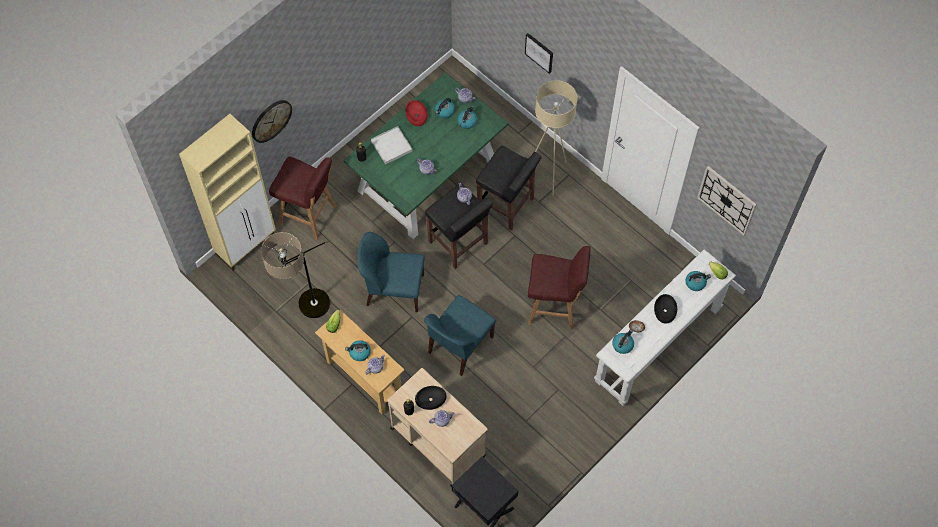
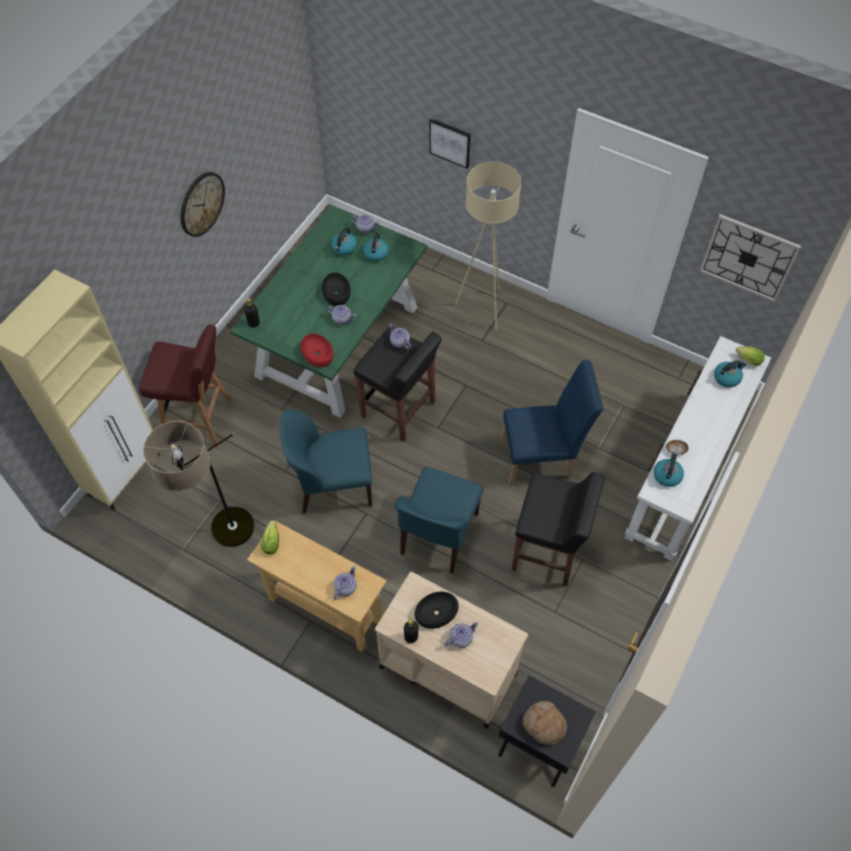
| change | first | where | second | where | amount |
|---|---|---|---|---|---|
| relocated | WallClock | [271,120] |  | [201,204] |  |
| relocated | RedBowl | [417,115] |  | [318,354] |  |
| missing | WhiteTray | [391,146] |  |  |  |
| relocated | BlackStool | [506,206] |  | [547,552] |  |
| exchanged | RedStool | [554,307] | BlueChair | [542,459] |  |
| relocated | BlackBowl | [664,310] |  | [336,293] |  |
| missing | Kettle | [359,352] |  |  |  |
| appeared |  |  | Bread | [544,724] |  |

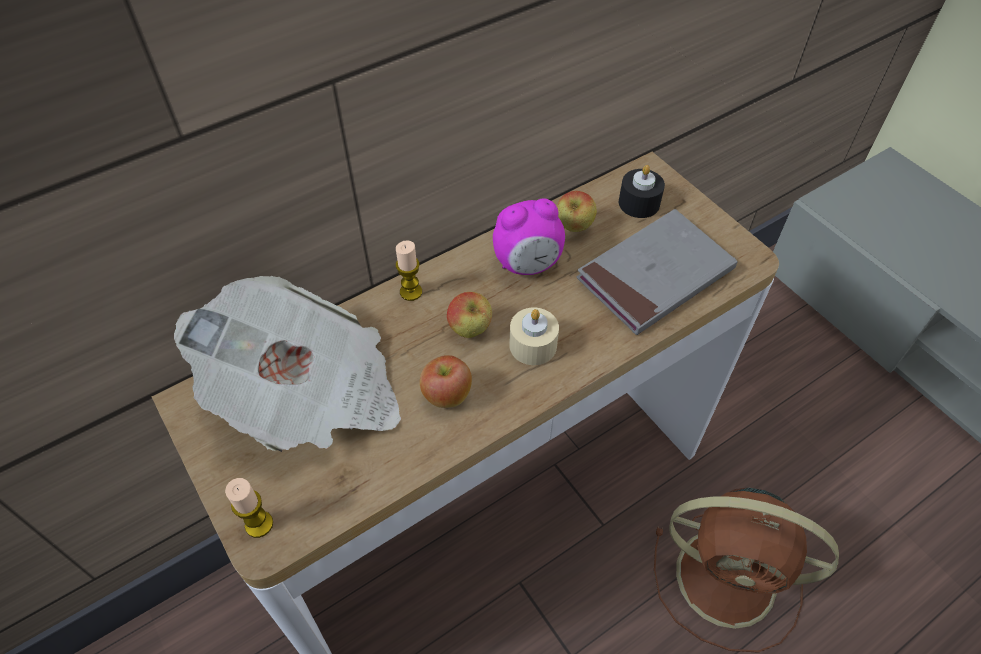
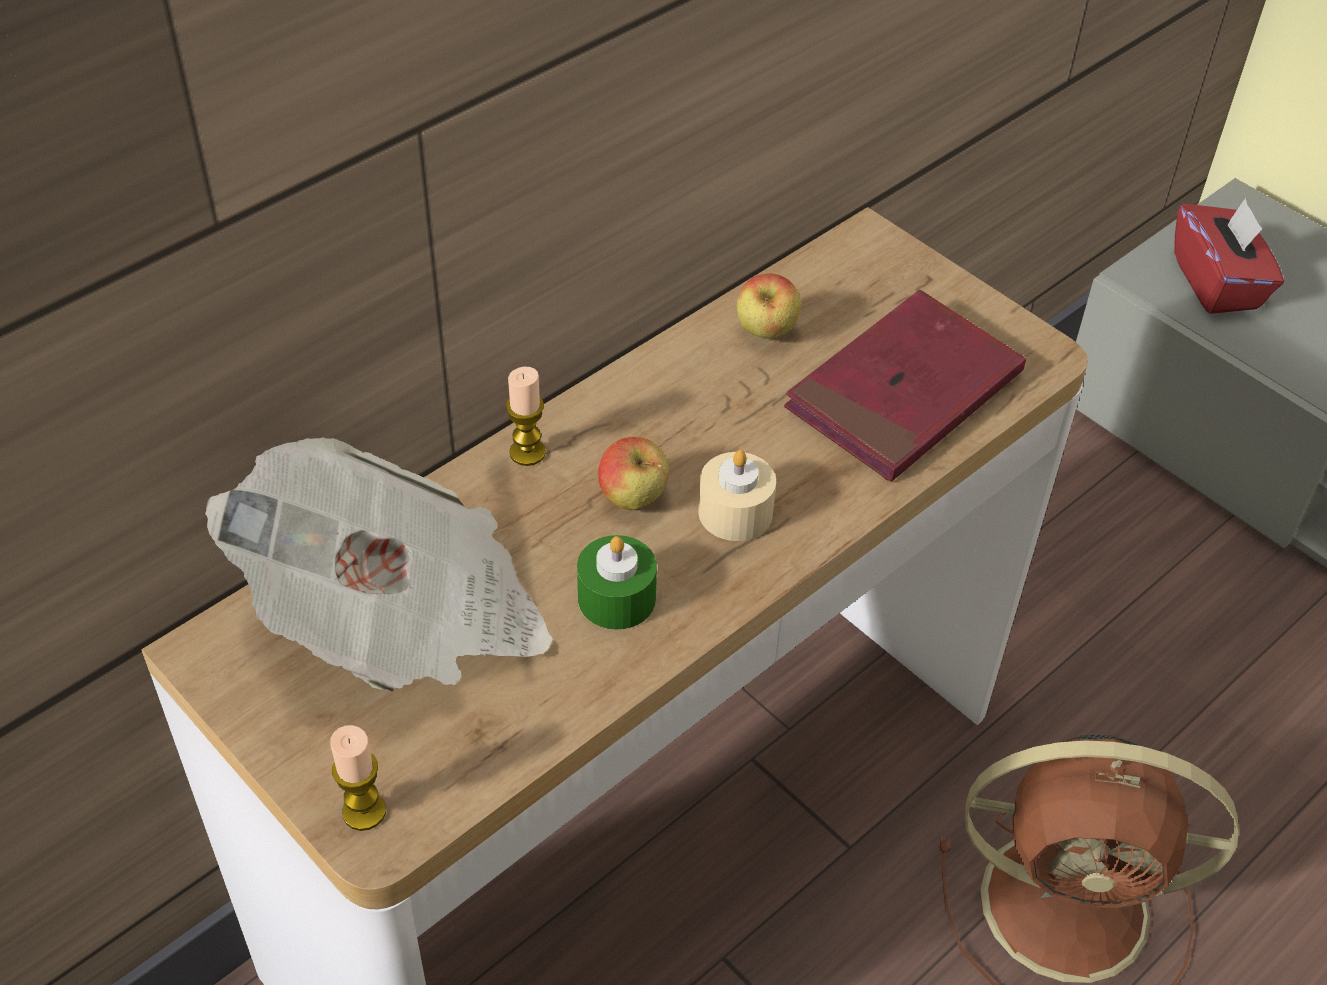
| change | first | where | second | where | amount |
|---|---|---|---|---|---|
| missing | BlackCandle | [639,203] |  |  |  |
| missing | AlarmClock | [527,264] |  |  |  |
| colour | GreyBook | [655,275] | RedBook | [904,393] |  |
| exchanged | Apple | [447,395] | GreenCandle | [616,598] |  |
| appeared |  |  | RedTissueBox | [1217,283] |  |

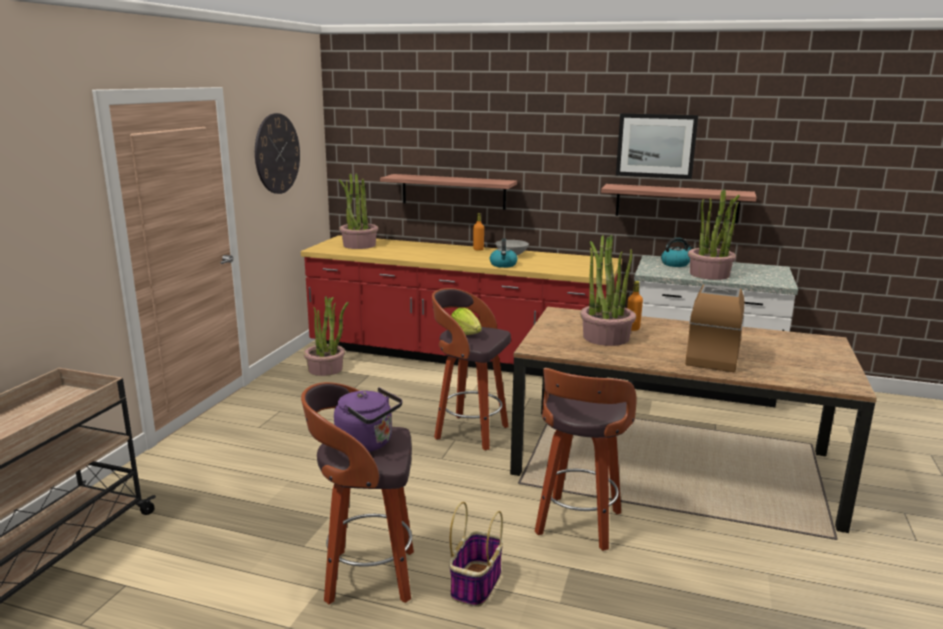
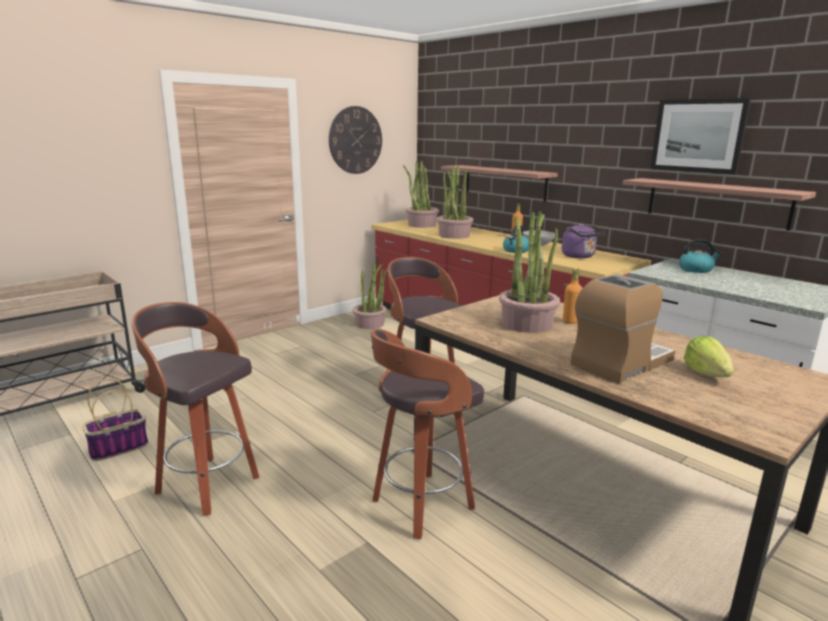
| change | first | where | second | where | amount |
|---|---|---|---|---|---|
| relocated | PottedPlant | [709,274] |  | [454,235] |  |
| relocated | Lettuce | [466,333] |  | [706,373] |  |
| relocated | PurpleKettle | [368,443] |  | [580,256] |  |
| relocated | Basket | [476,583] |  | [119,447] |  |

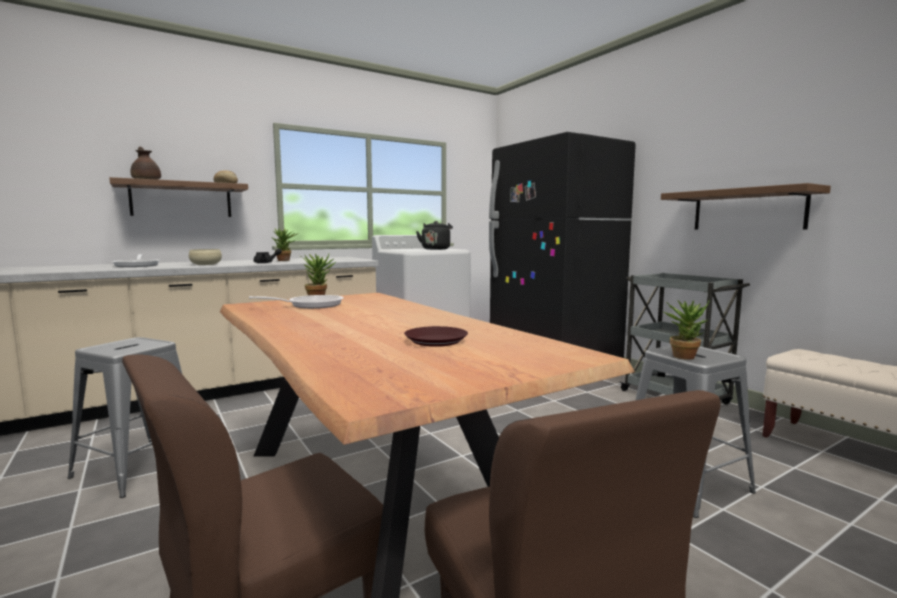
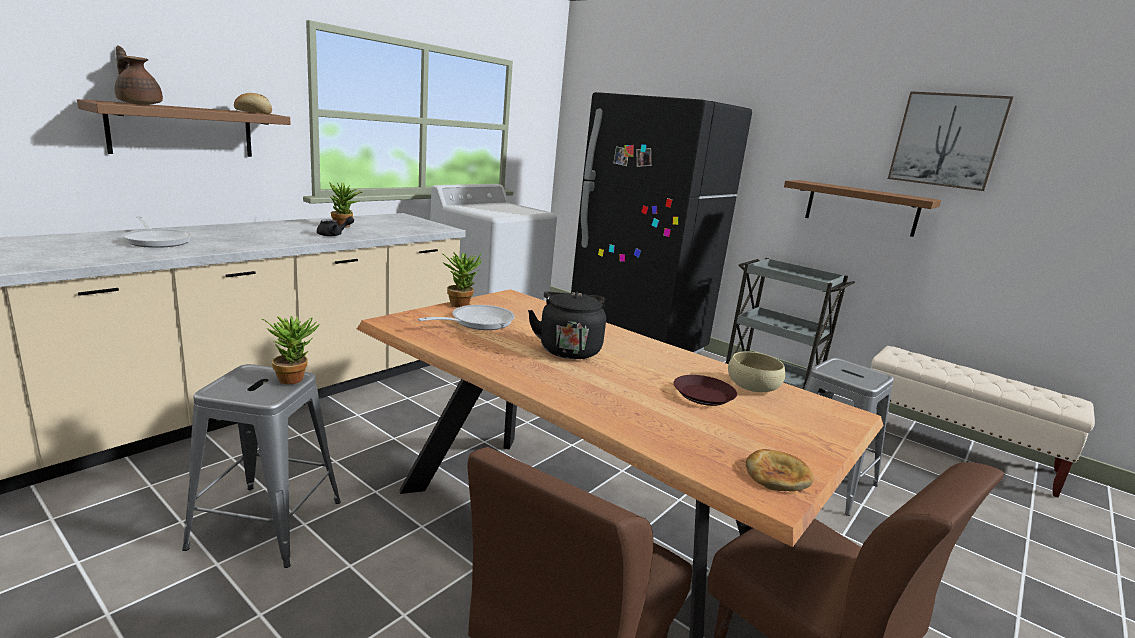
| change | first | where | second | where | amount |
|---|---|---|---|---|---|
| relocated | BlackKettle | [436,249] |  | [568,349] |  |
| relocated | BeigeBowl | [206,264] |  | [752,386] |  |
| relocated | PottedPlant | [684,356] |  | [294,378] |  |
| appeared |  |  | Picture | [947,140] |  |
| appeared |  |  | Bread | [777,475] |  |

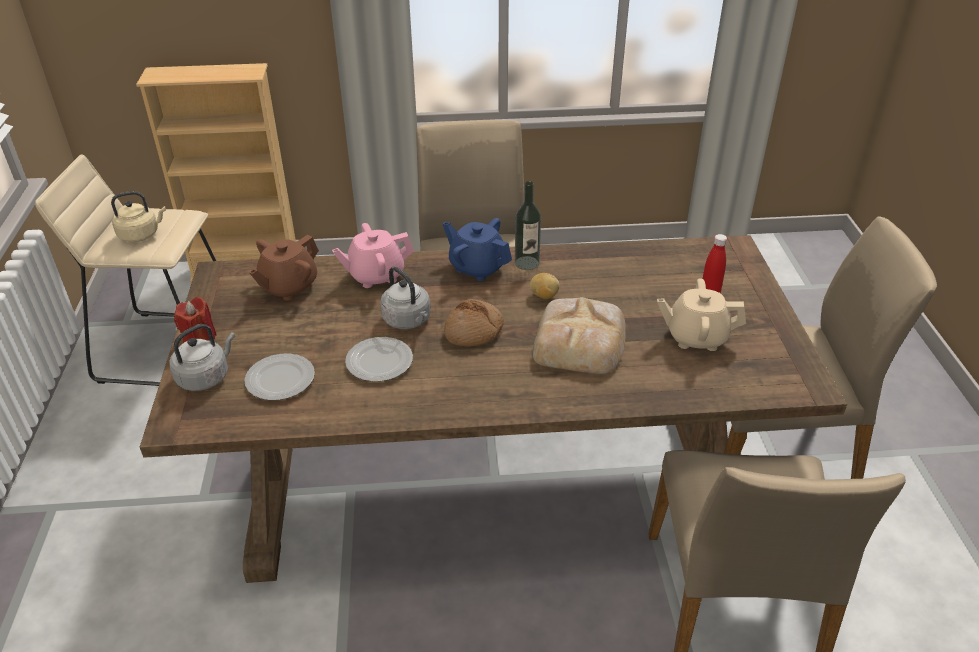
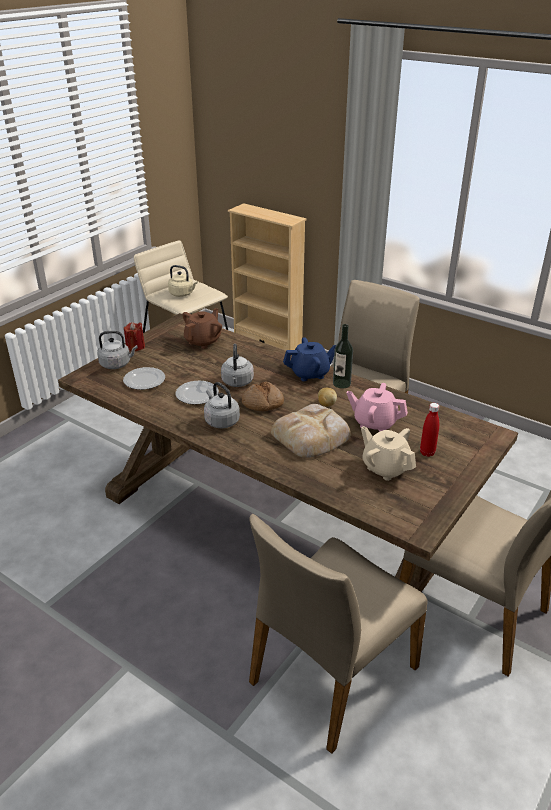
| change | first | where | second | where | amount |
|---|---|---|---|---|---|
| spun | BlueTeapot | [477,267] |  | [310,374] | 90 degrees clockwise |
| relocated | PinkTeapot | [376,275] |  | [374,423] |  |
| spun | BrownTeapot | [288,287] |  | [203,341] | 135 degrees clockwise |
| appeared |  |  | GreyKettle | [221,420] |  |

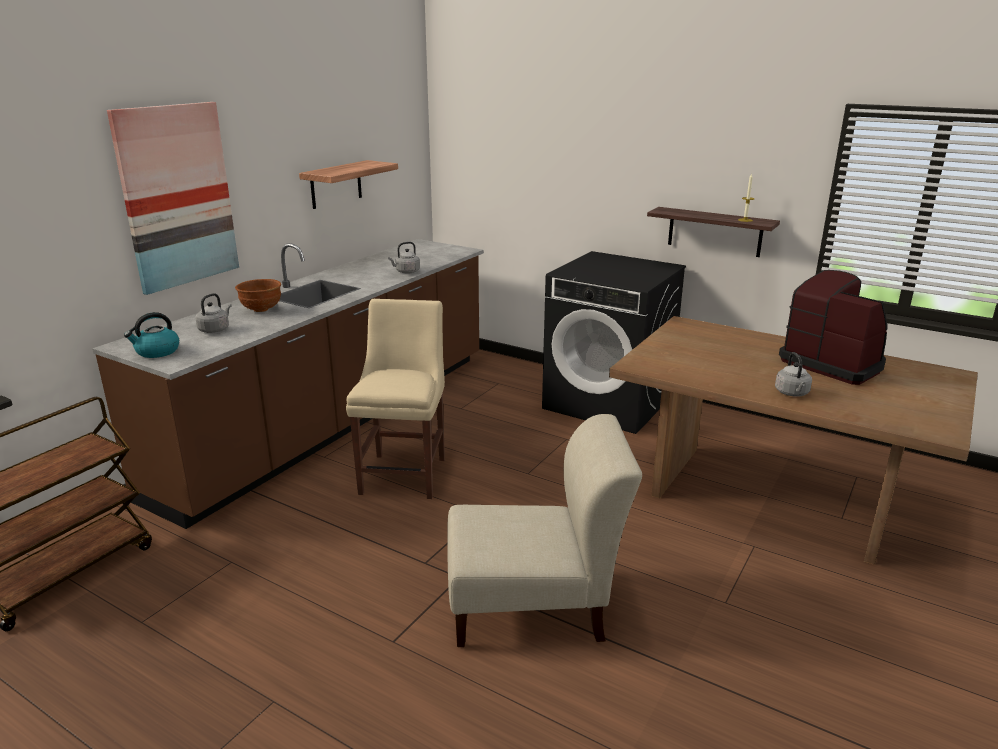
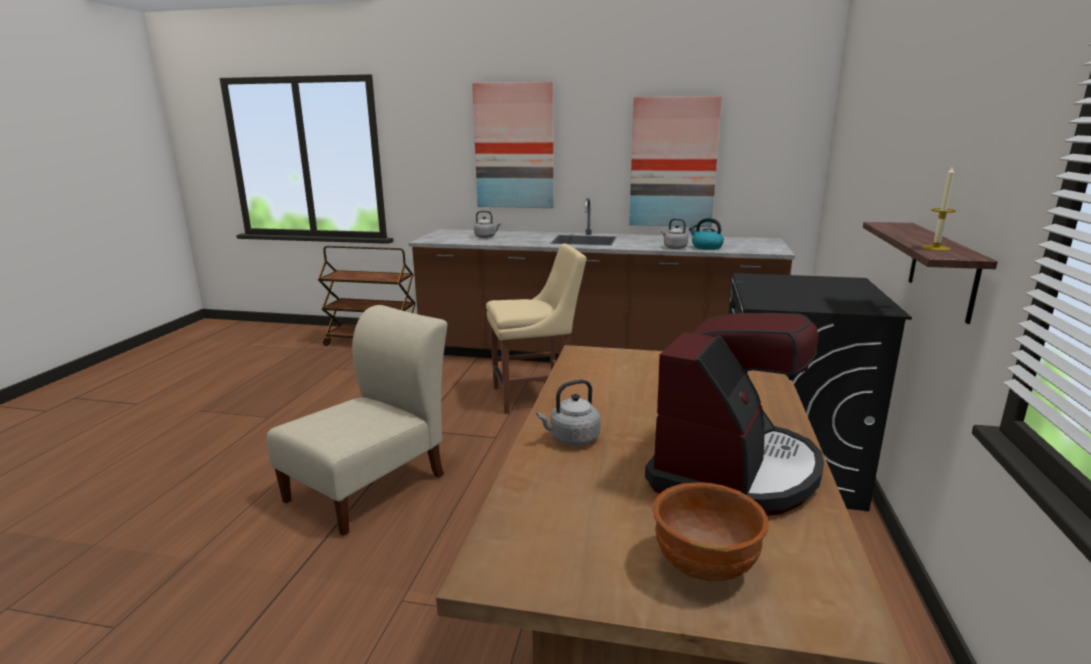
| change | first | where | second | where | amount |
|---|---|---|---|---|---|
| exchanged | Shelf | [336,184] | Picture | [673,163] |  |
| relocated | BrownBowl | [261,309] |  | [705,566] |  |
| relocated | Kettle | [157,352] |  | [706,247] |  |
| spun | BeigeChair | [533,606] |  | [371,485] | 120 degrees counterclockwise |

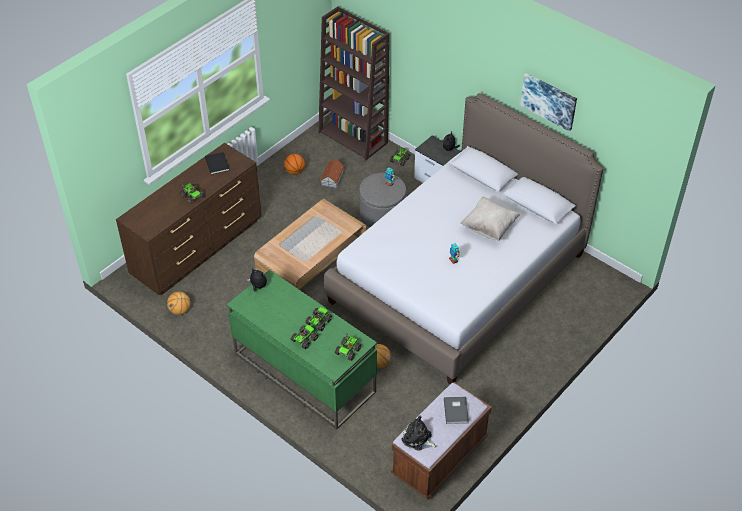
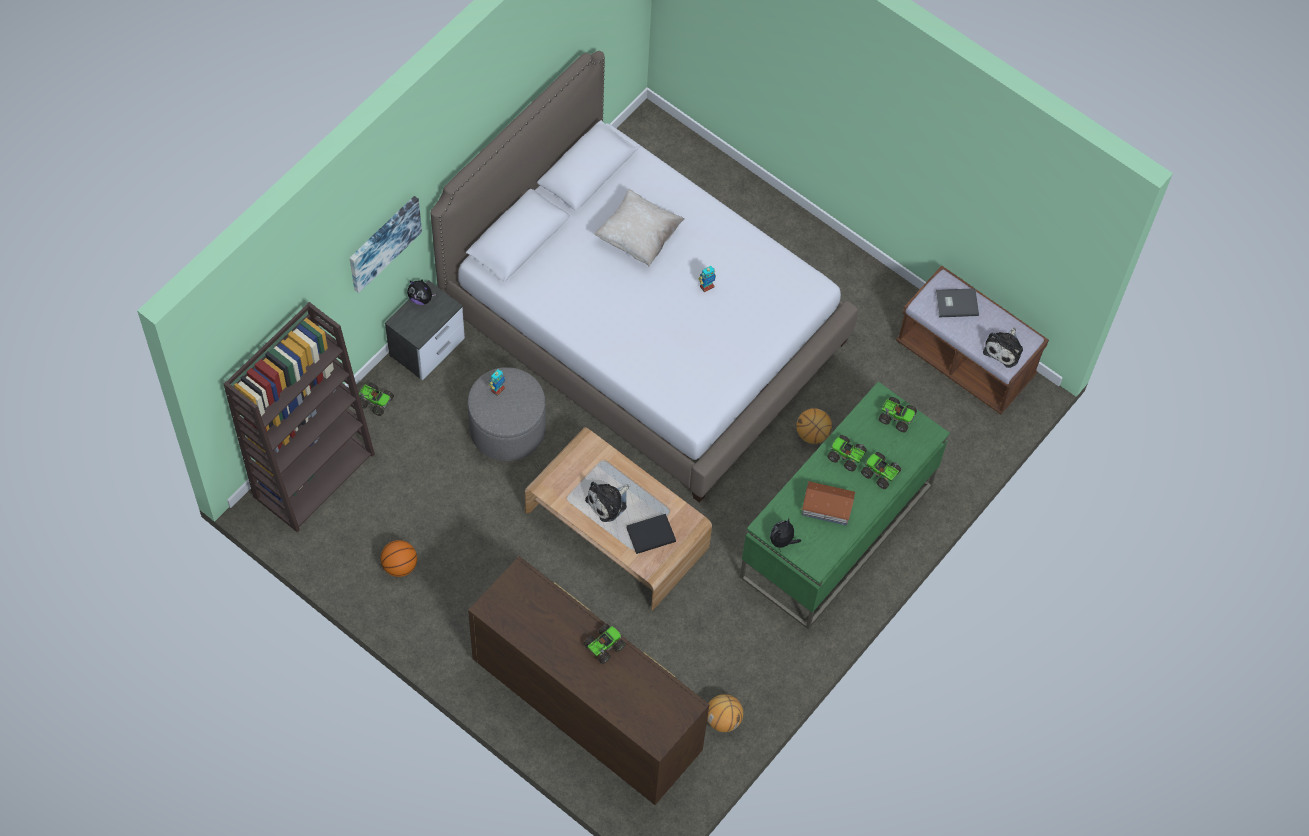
| change | first | where | second | where | amount |
|---|---|---|---|---|---|
| relocated | Picture | [549,100] |  | [383,242] |  |
| relocated | BlackBook | [218,163] |  | [649,534] |  |
| relocated | ToyHouse | [332,179] |  | [827,507] |  |
| appeared |  |  | PlushToy | [608,502] |  |

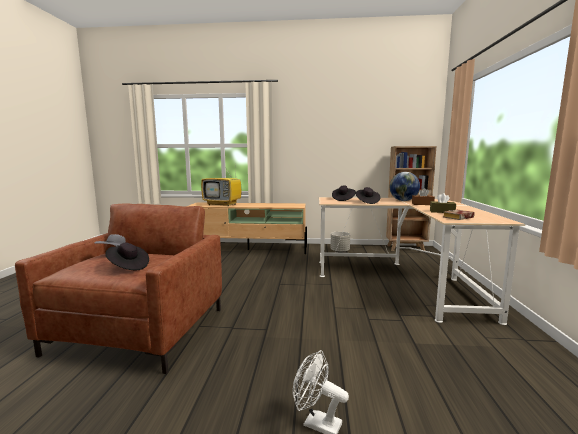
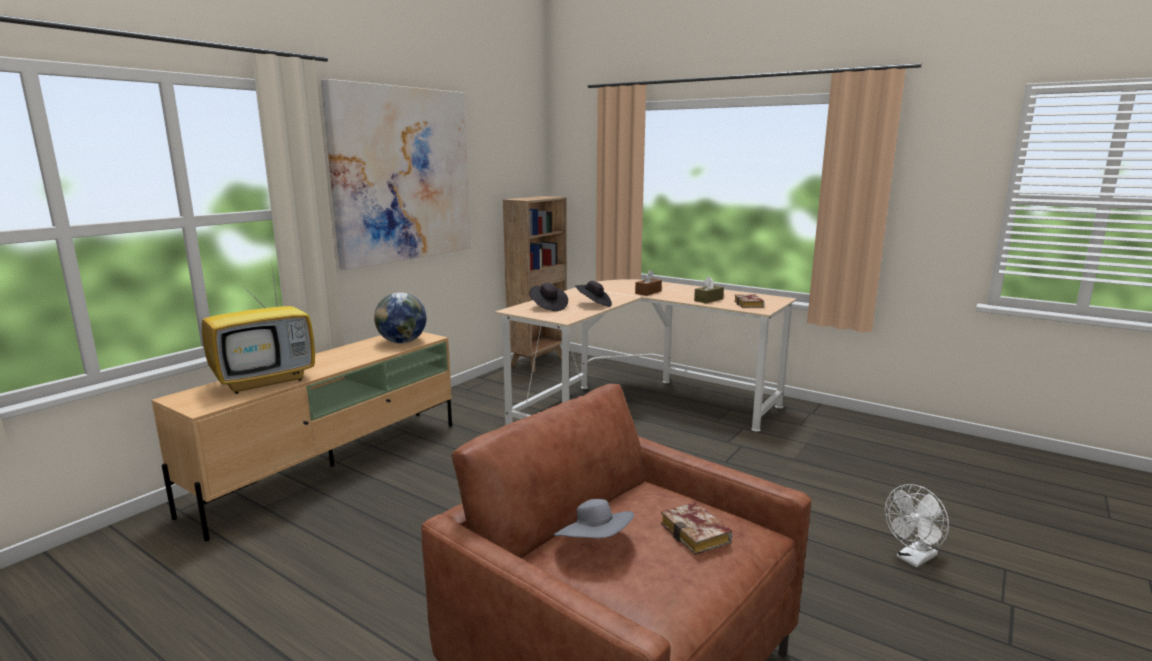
| change | first | where | second | where | amount |
|---|---|---|---|---|---|
| relocated | Globe | [403,200] |  | [402,342] |  |
| missing | GreyPlanter | [340,251] |  |  |  |
| exchanged | BlackHat | [128,266] | Book | [698,534] |  |
| appeared |  |  | Picture | [402,175] |  |

